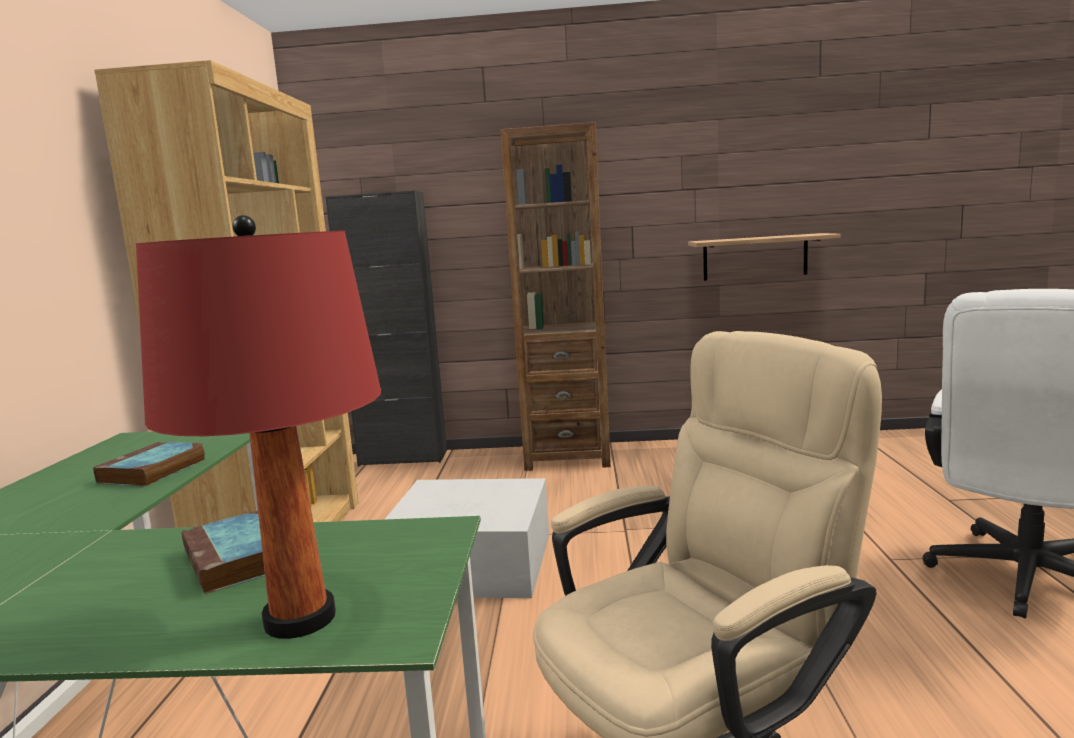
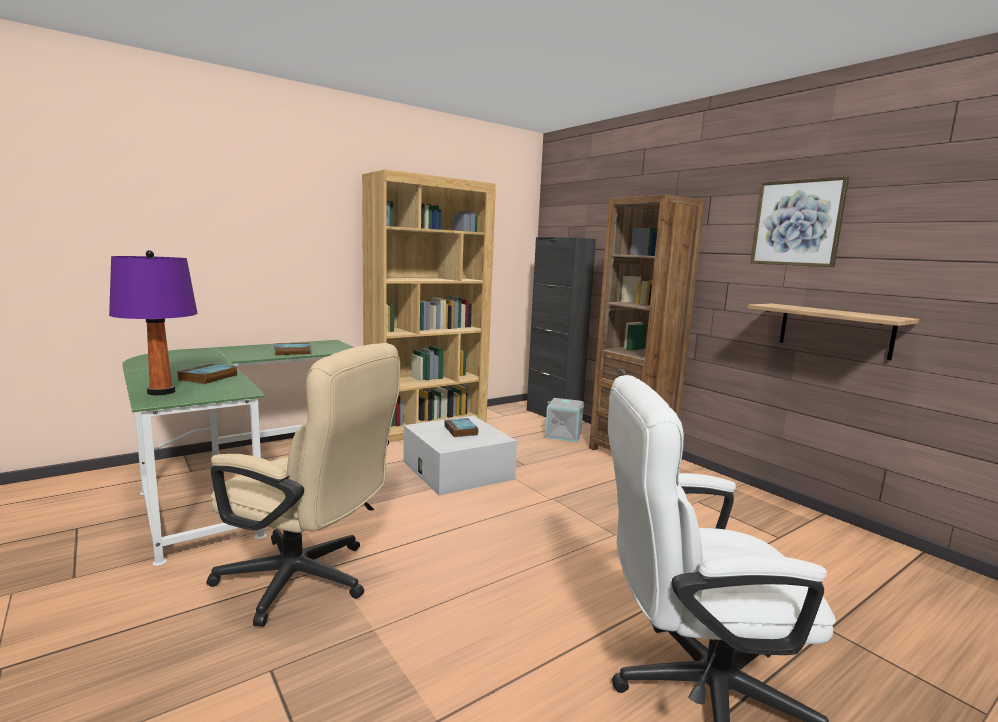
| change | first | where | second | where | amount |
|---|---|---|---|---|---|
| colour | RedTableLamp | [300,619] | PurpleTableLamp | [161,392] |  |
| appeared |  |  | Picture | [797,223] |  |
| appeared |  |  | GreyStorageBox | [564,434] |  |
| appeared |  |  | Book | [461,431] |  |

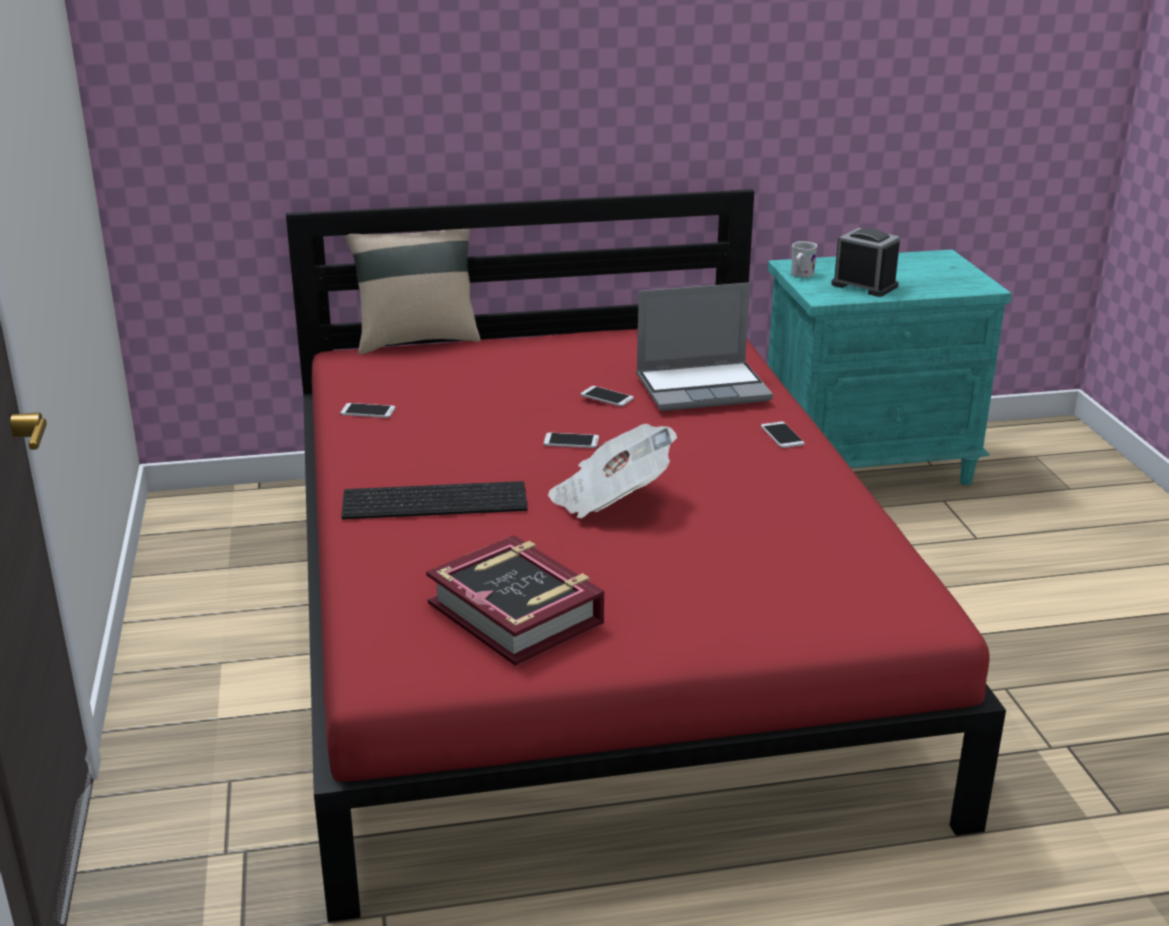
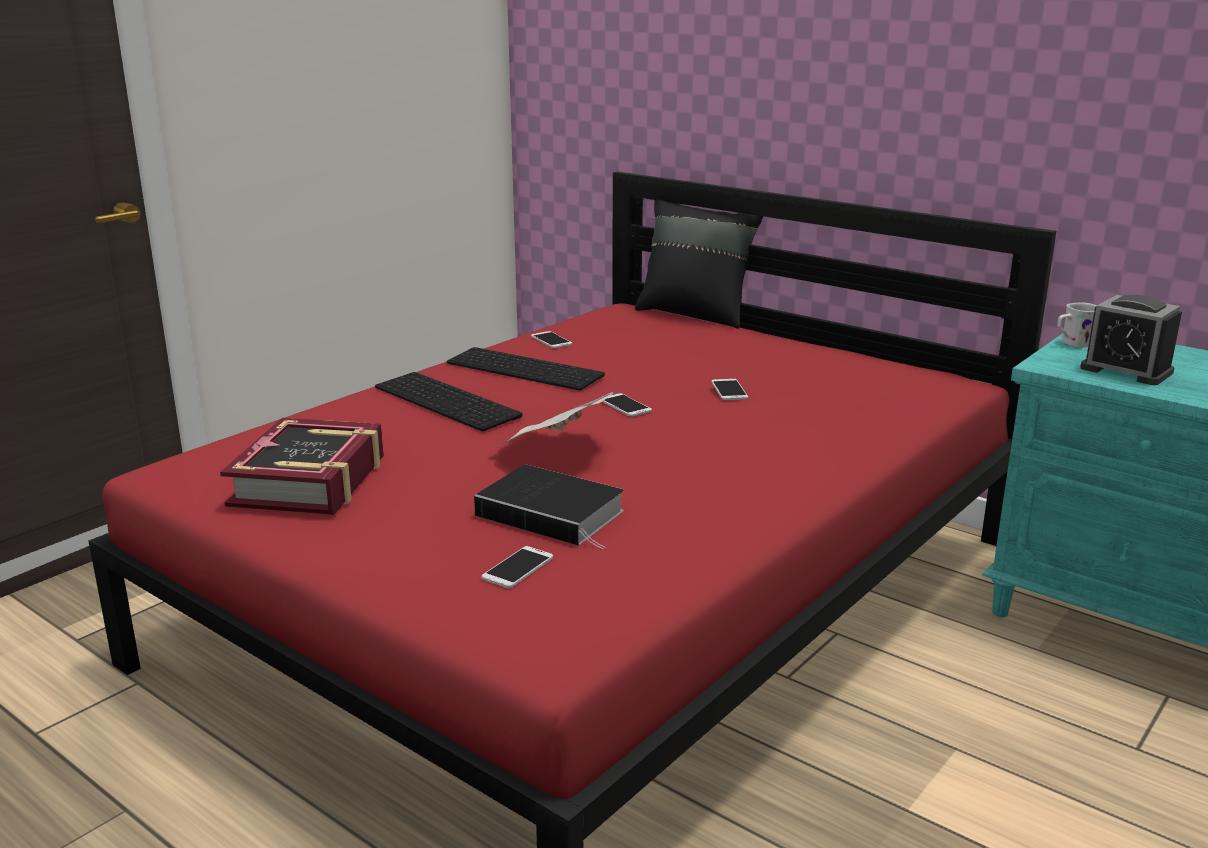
| change | first | where | second | where | amount |
|---|---|---|---|---|---|
| colour | BeigePillow | [416,340] | BlackPillow | [696,314] |  |
| spun | AlarmClock | [864,285] |  | [1126,370] | 135 degrees clockwise |
| missing | Laptop | [703,388] |  |  |  |
| relocated | Phone | [782,435] |  | [518,568] |  |
| appeared |  |  | Keyboard | [527,369] |  |
| appeared |  |  | Book | [554,513] |  |

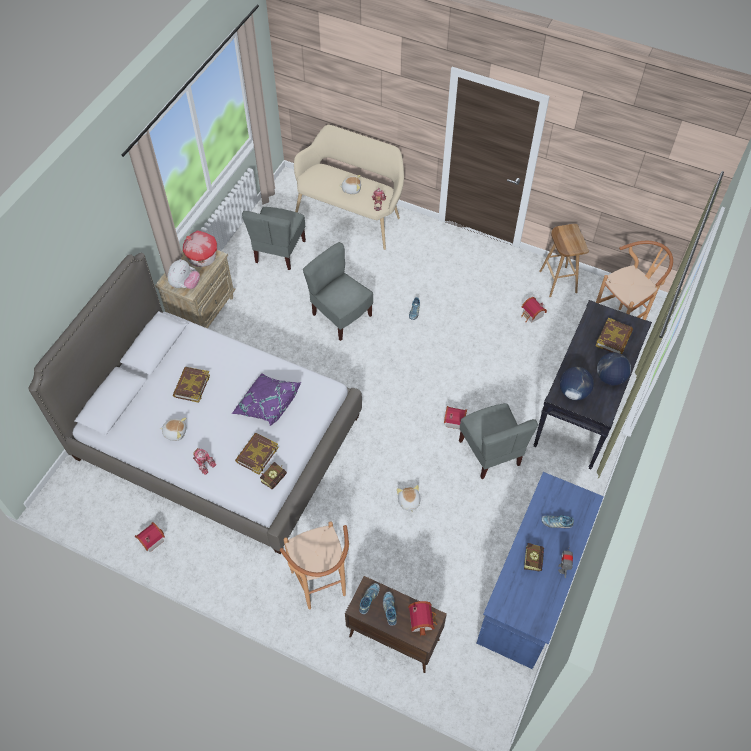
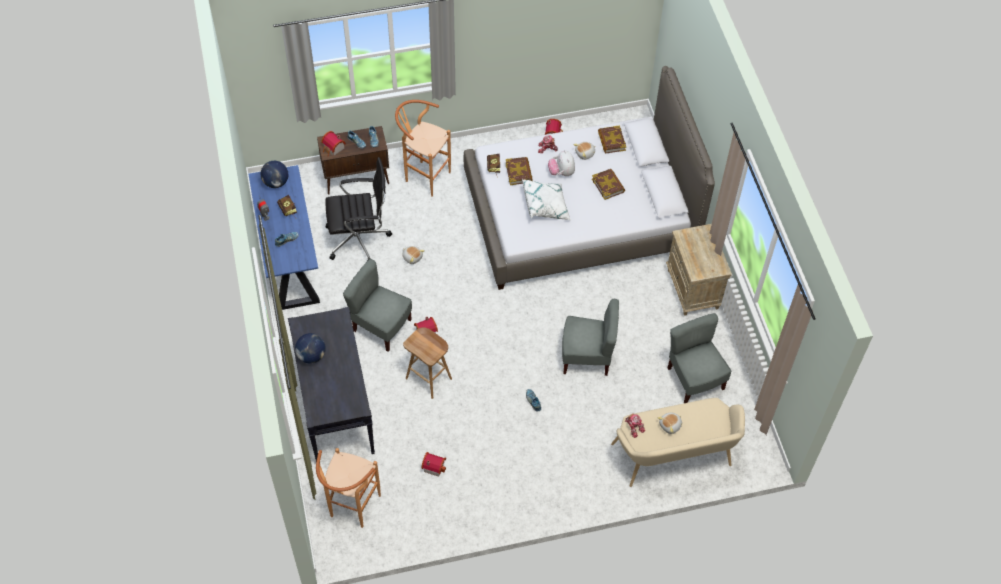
| change | first | where | second | where | amount |
|---|---|---|---|---|---|
| relocated | BrownStool | [557,281] |  | [429,378] |  |
| missing | ToyHouse | [201,258] |  |  |  |
| relocated | PlushToy | [185,285] |  | [561,172] |  |
| relocated | Book | [613,338] |  | [611,141] |  |
| relocated | Globe | [573,392] |  | [276,182] |  |
| colour | PurplePillow | [267,405] | WhitePillow | [546,206] |  |
| appeared |  |  | BlackOfficeChair | [359,239] |  |

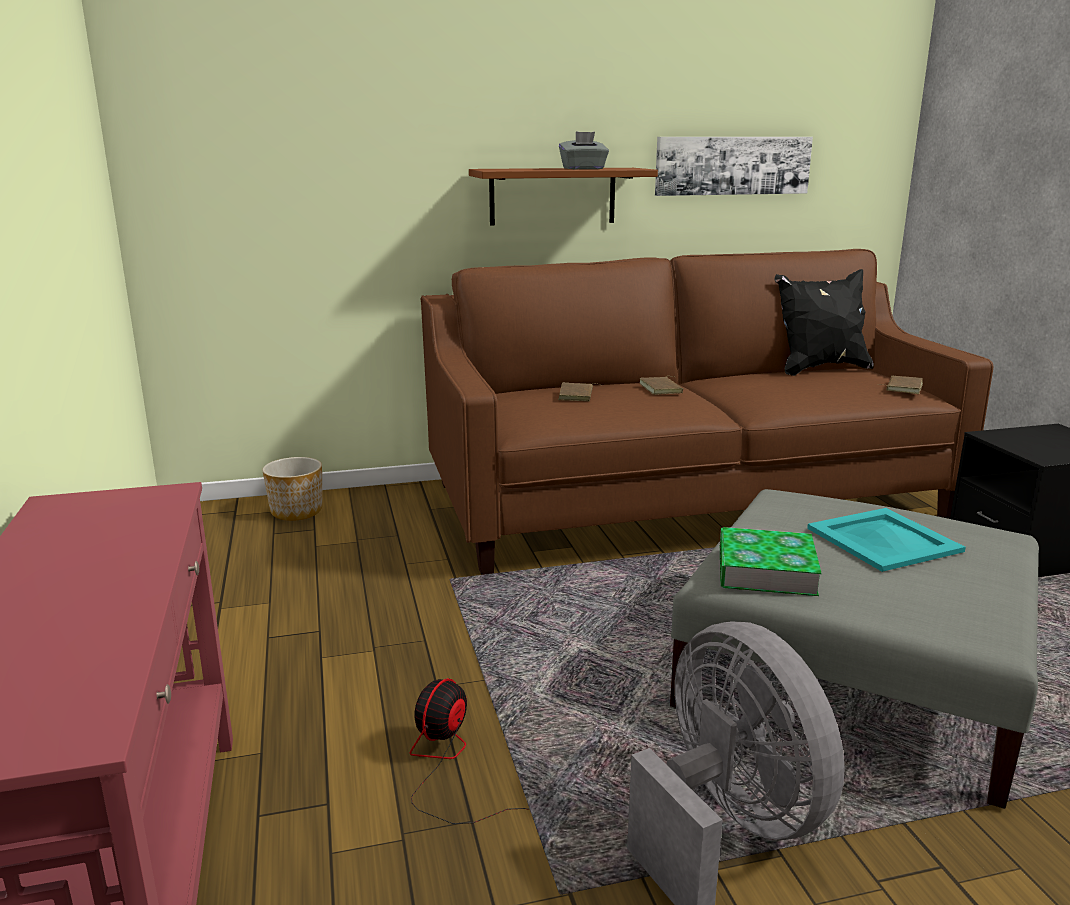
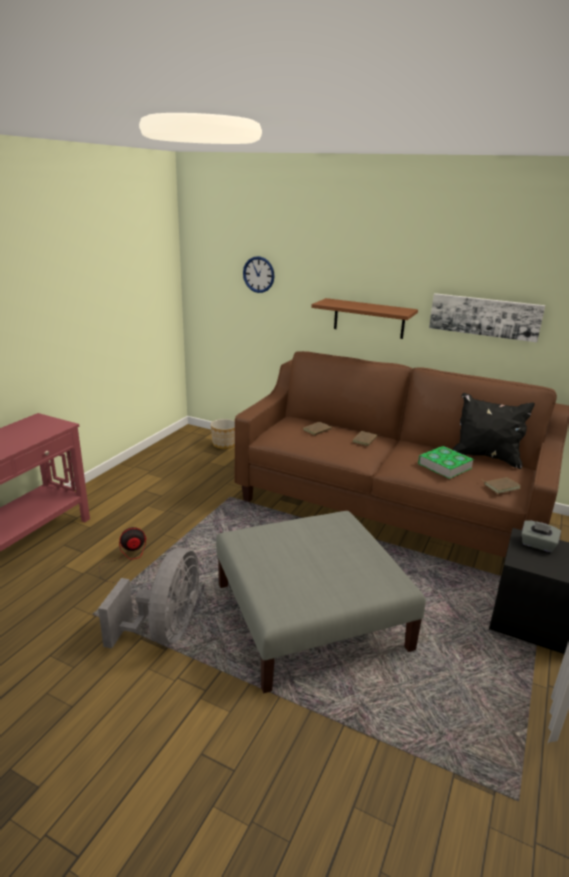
| change | first | where | second | where | amount |
|---|---|---|---|---|---|
| relocated | GreyTissueBox | [583,169] |  | [537,545] |  |
| missing | TurquoiseTray | [882,539] |  |  |  |
| relocated | Book | [766,570] |  | [444,466] |  |
| appeared |  |  | WallClock | [258,274] |  |

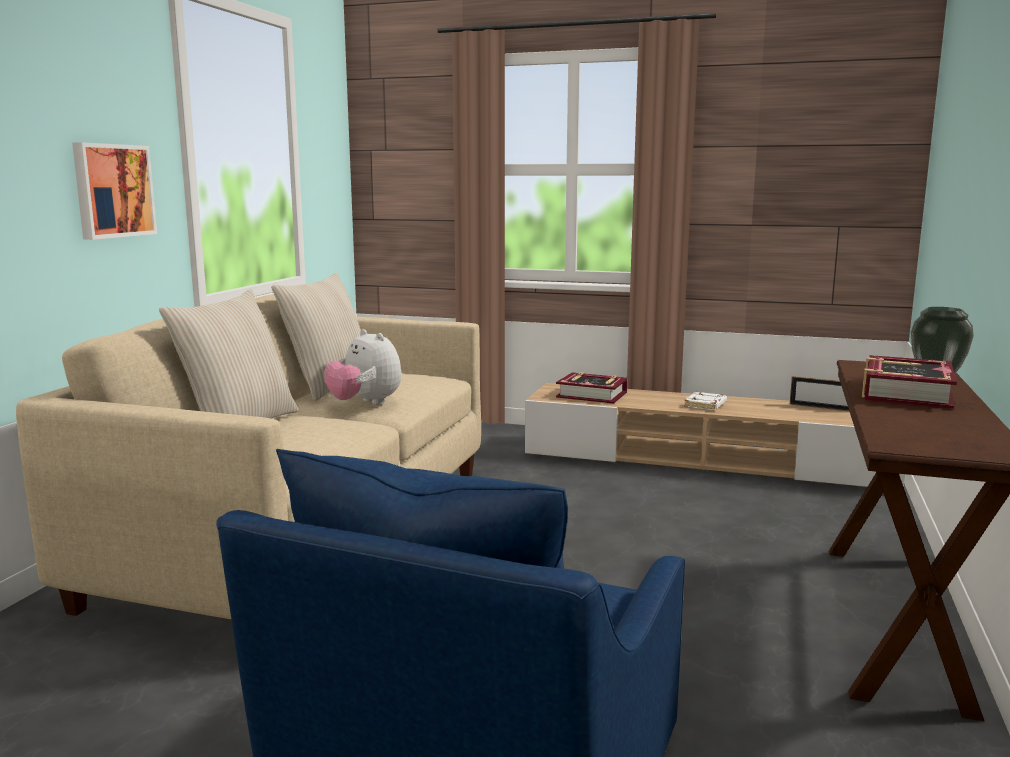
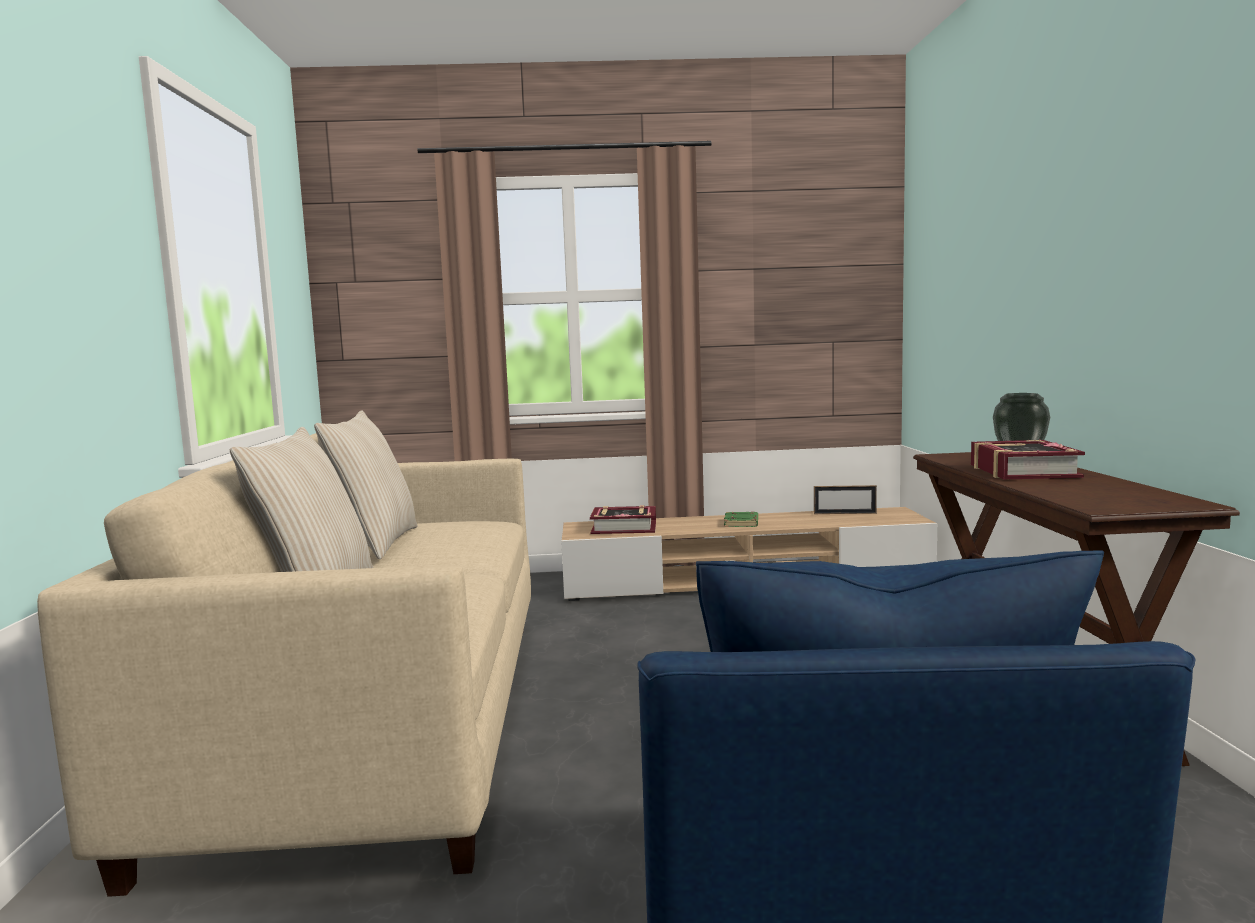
| change | first | where | second | where | amount |
|---|---|---|---|---|---|
| missing | Picture | [112,191] |  |  |  |
| missing | PlushToy | [365,403] |  |  |  |
| colour | WhiteBook | [706,405] | GreenBook | [742,523] |  |

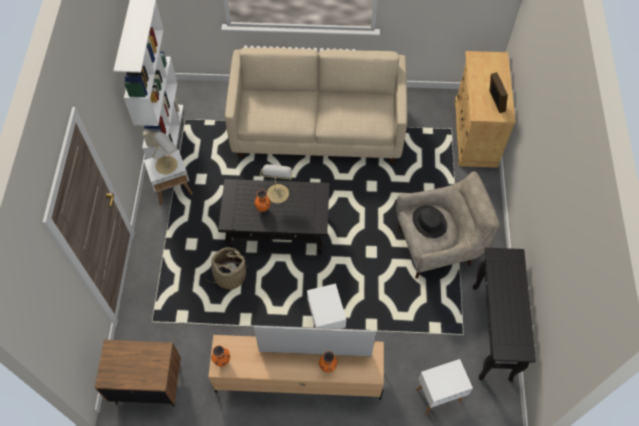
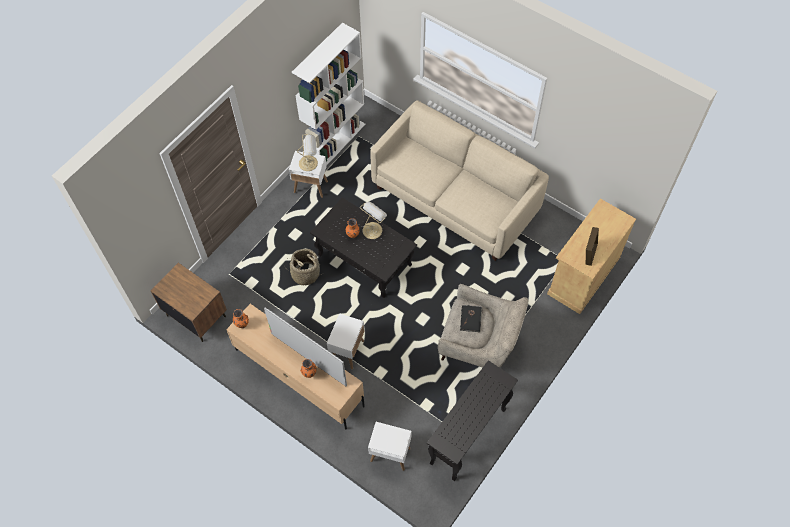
| change | first | where | second | where | amount |
|---|---|---|---|---|---|
| exchanged | BlackHat | [429,222] | BlackBook | [471,319] |  |

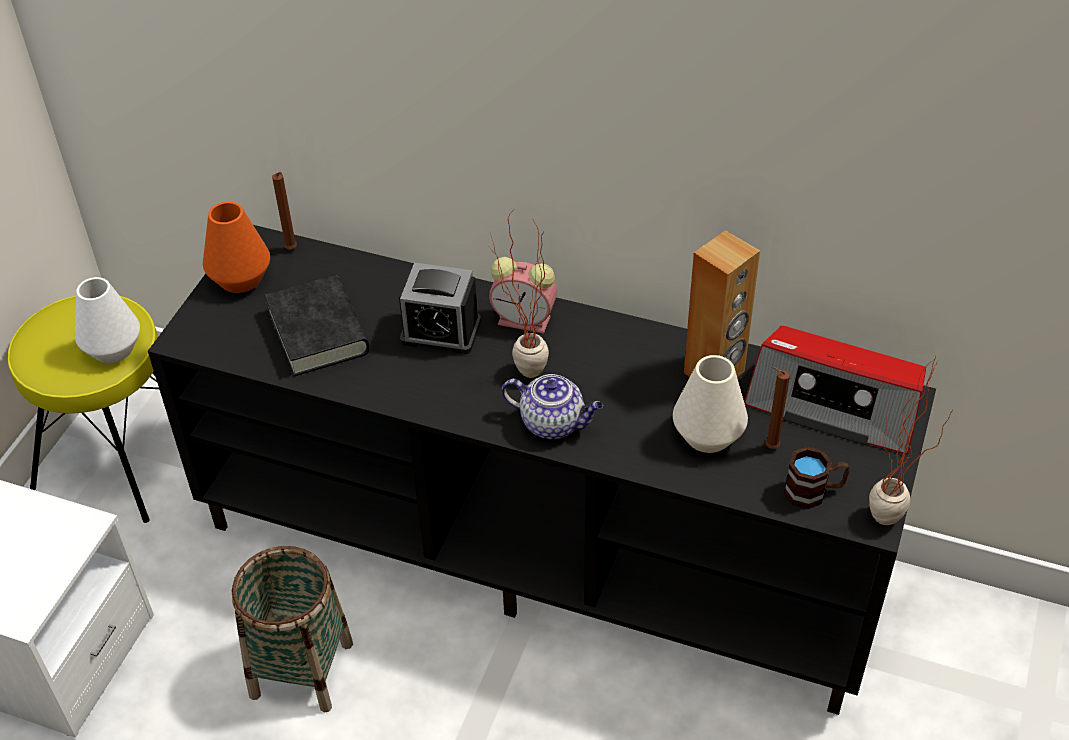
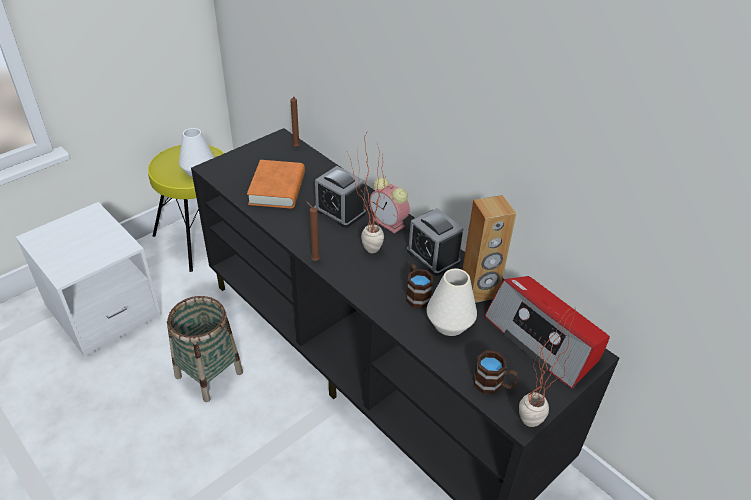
| change | first | where | second | where | amount |
|---|---|---|---|---|---|
| missing | OrangeVase | [241,278] |  |  |  |
| colour | BlackBook | [318,332] | OrangeBook | [277,189] |  |
| relocated | BrownCandle | [769,447] |  | [314,260] |  |
| missing | Teapot | [553,423] |  |  |  |
| appeared |  |  | AlarmClock | [433,256] |  |
| appeared |  |  | BrownMug | [416,294] |  |

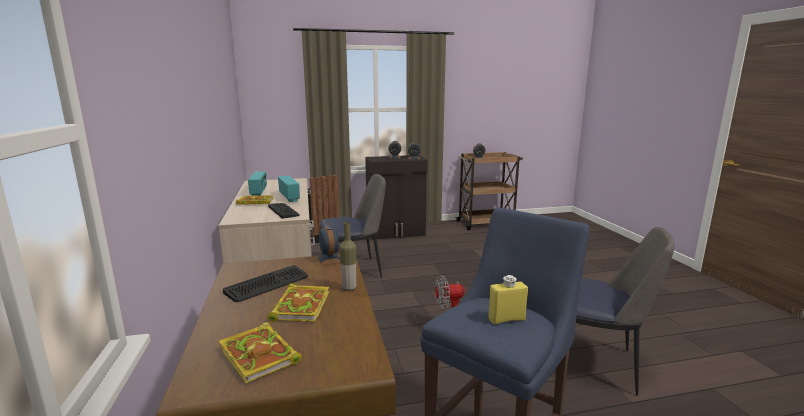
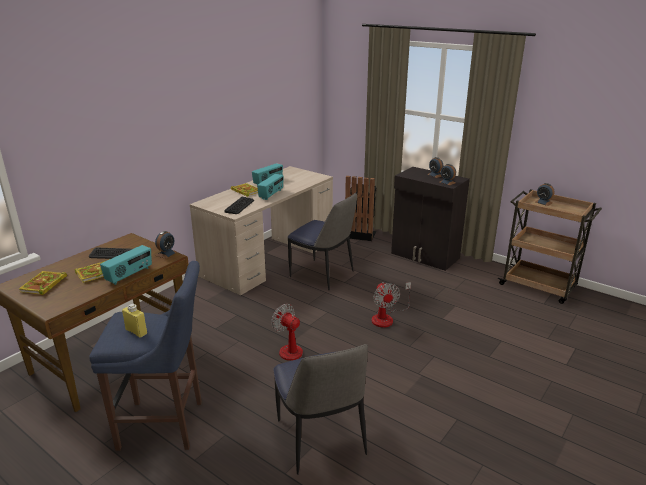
| change | first | where | second | where | amount |
|---|---|---|---|---|---|
| exchanged | Bottle | [349,288] | Radio | [129,275] |  |
| appeared |  |  | Fan | [387,317] |  |

